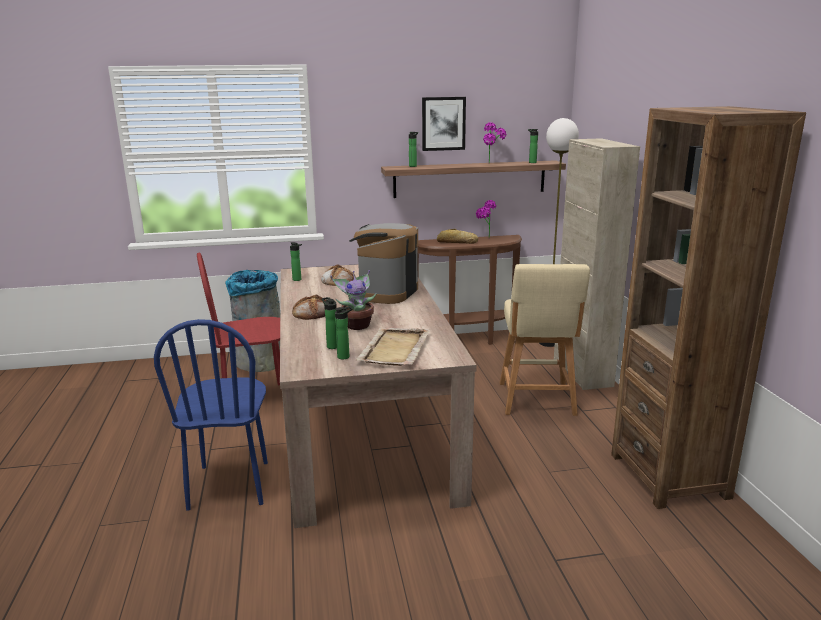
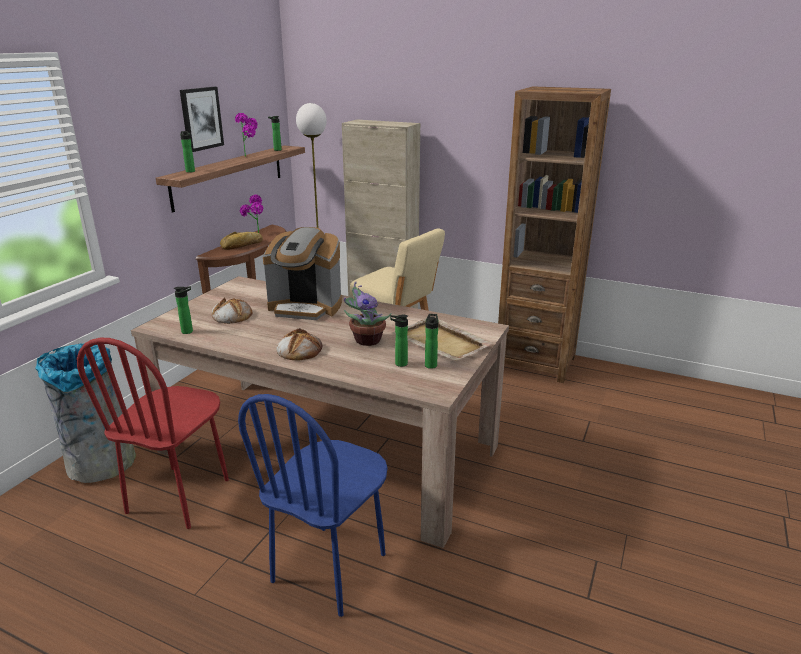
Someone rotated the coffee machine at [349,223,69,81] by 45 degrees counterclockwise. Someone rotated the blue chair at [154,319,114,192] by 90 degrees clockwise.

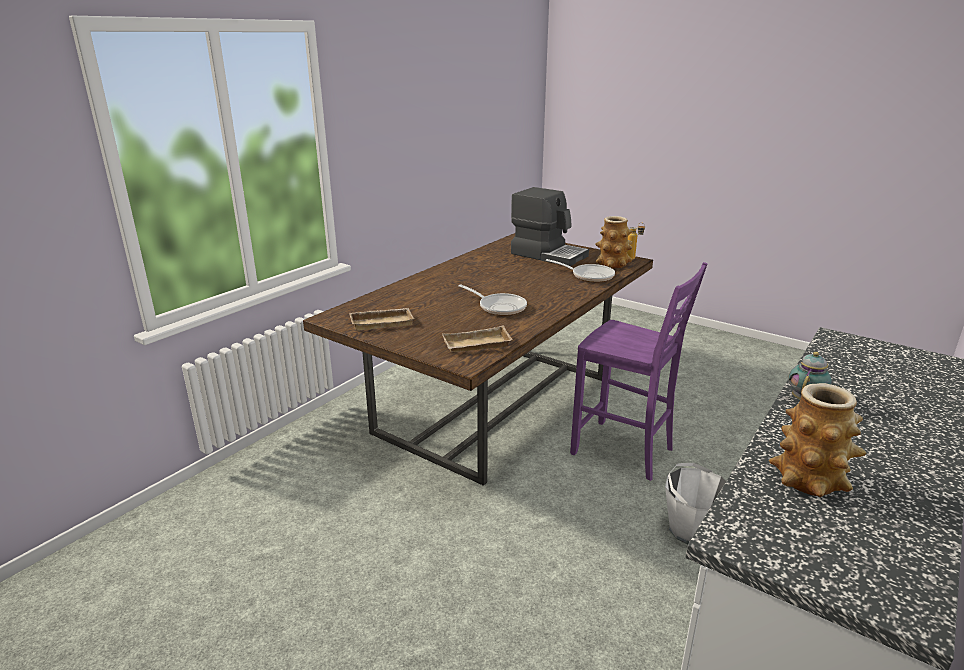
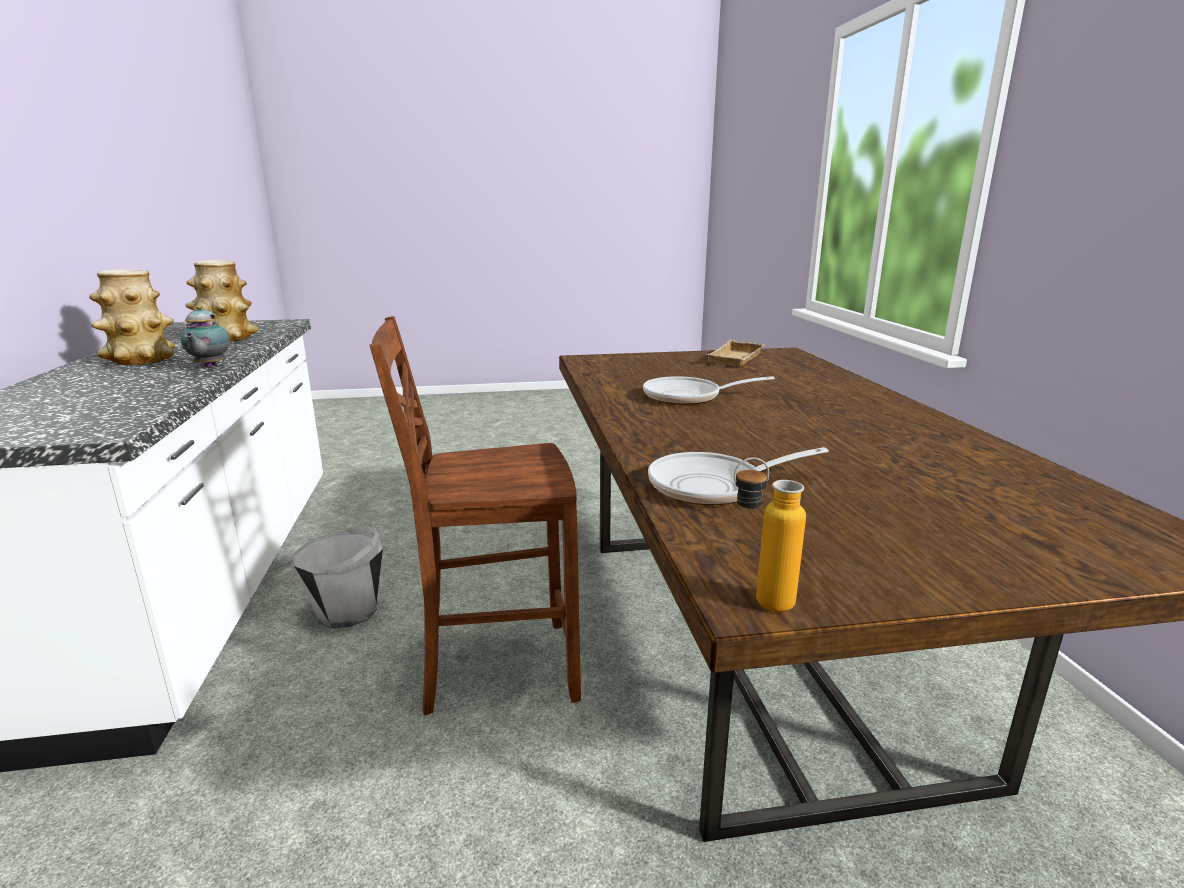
Someone took away the coffee machine at [511,187,78,79]. Someone carried the vase from [595,216,38,53] to [89,269,86,96]. Someone repainted the purple chair at [570,262,138,219], which became the brown chair at [369,316,212,399]. Someone took away the beige tray at [442,326,71,26].

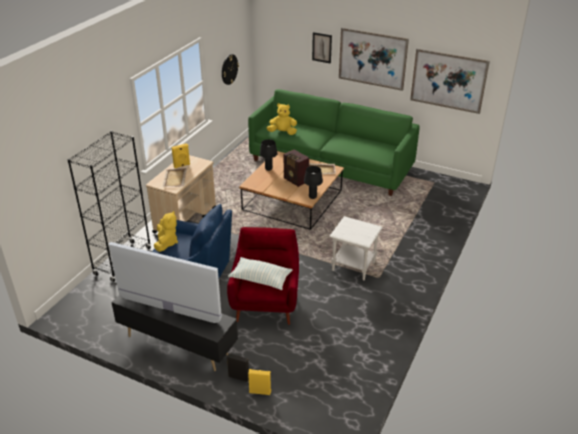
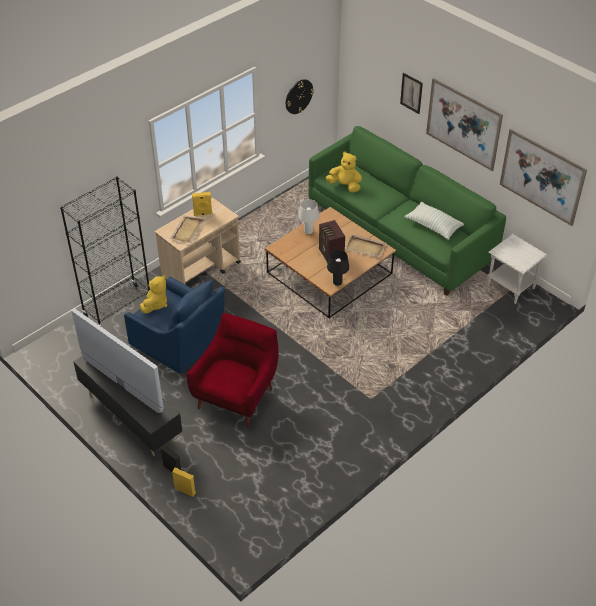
Someone repainted the black table lamp at [260,139,17,32], which became the white table lamp at [298,199,21,35]. Someone carried the white side table from [329,216,54,64] to [487,234,60,70]. Someone carried the pillow from [228,257,65,33] to [404,202,60,38].

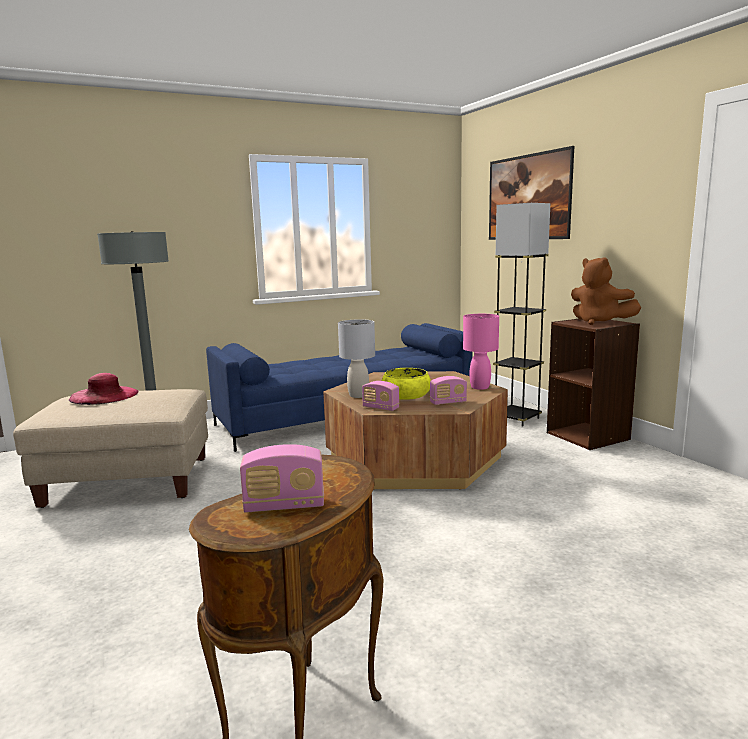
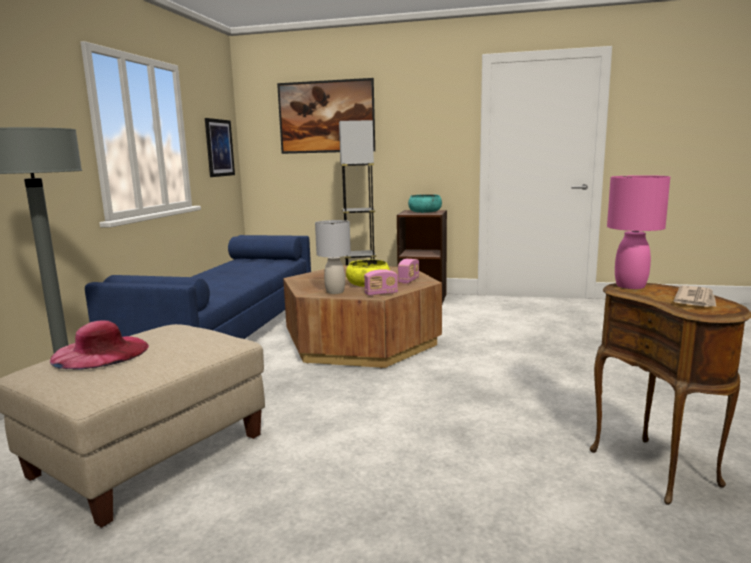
Someone swapped the brown plush toy at [571,257,70,68] for the turquoise bowl at [408,194,34,19]. Someone carried the pink table lamp from [463,314,36,76] to [607,175,63,114]. Someone swapped the radio at [240,444,84,69] for the newspaper at [674,285,42,22]. Someone put up the picture at [205,118,30,59].

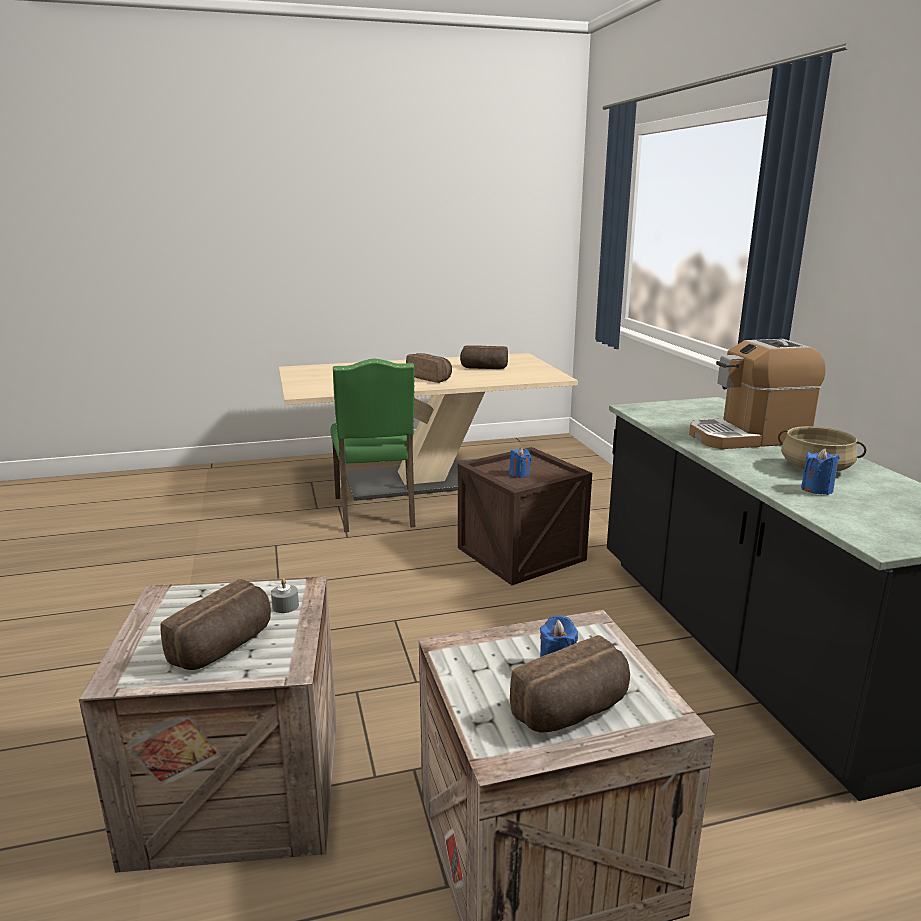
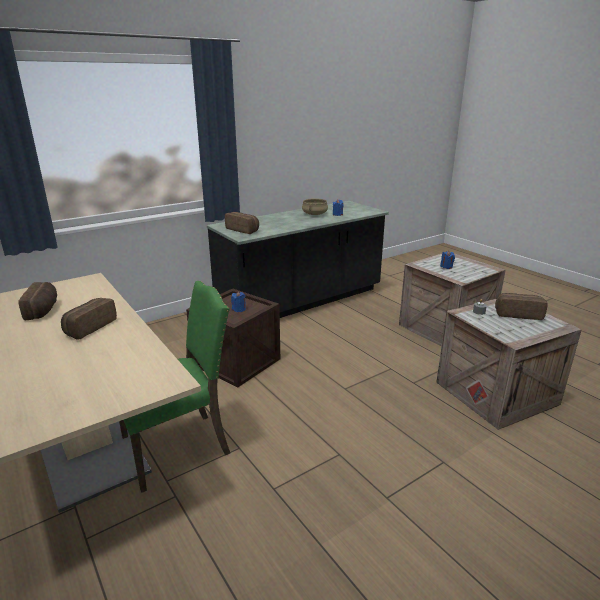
Someone took away the coffee machine at [689,339,136,110]. Someone carried the bread from [510,635,120,97] to [225,212,34,22].

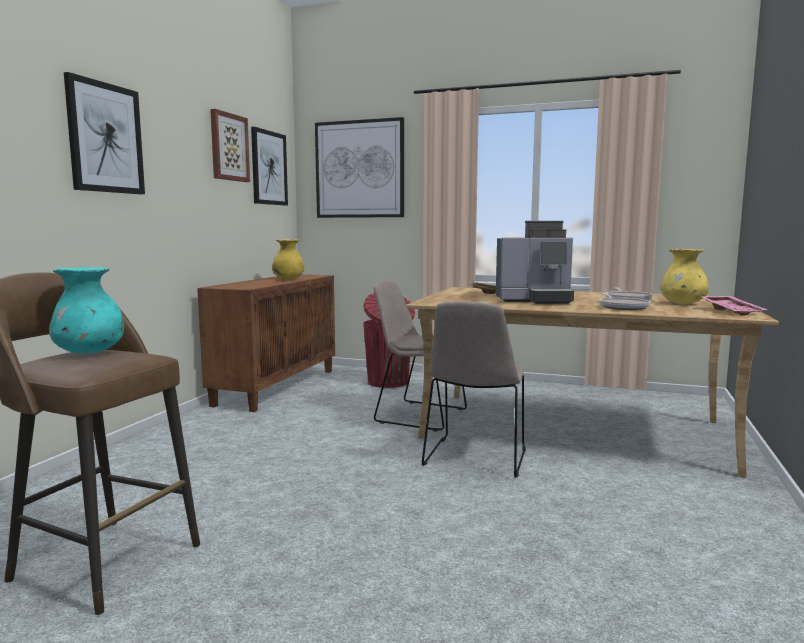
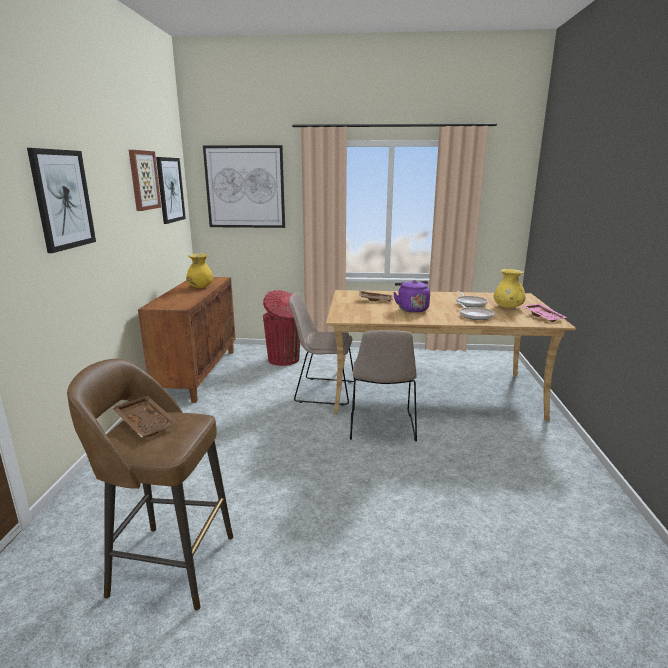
Someone swapped the coffee machine at [496,221,78,83] for the purple kettle at [393,280,37,33]. Someone swapped the turquoise vase at [49,267,75,86] for the brown tray at [112,396,65,42].

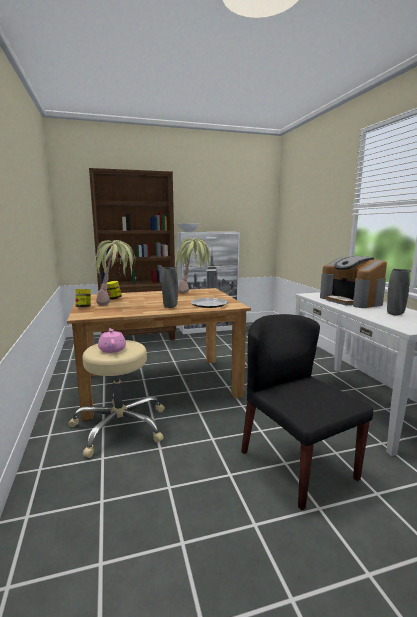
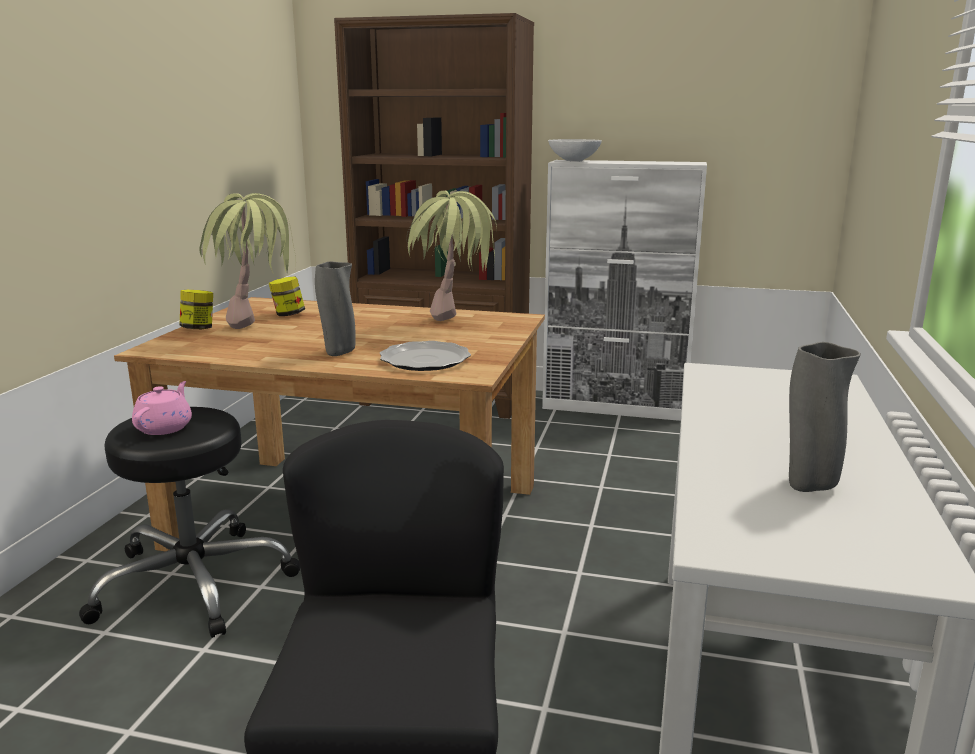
Someone took away the coffee machine at [320,256,67,52]. Someone repainted the beige stool at [69,340,96,118], which became the black stool at [79,407,221,231].

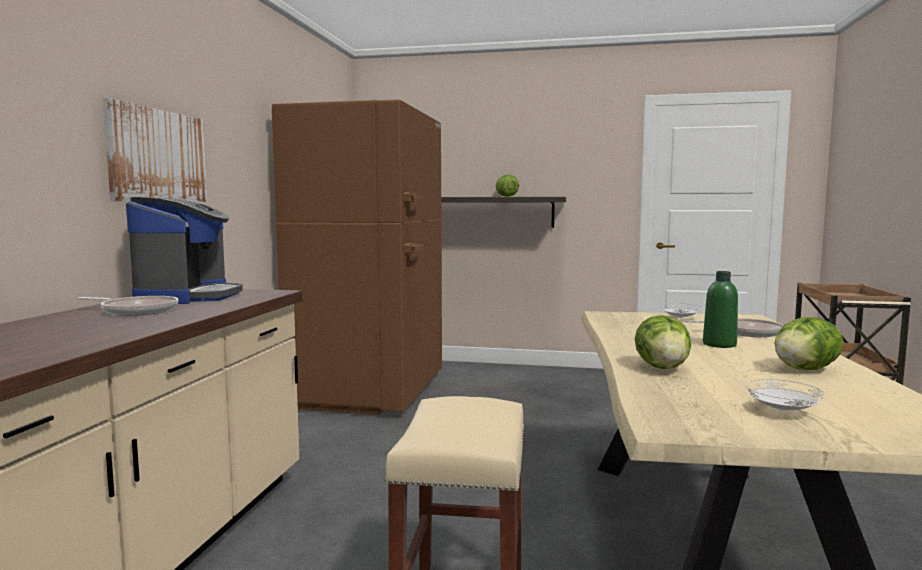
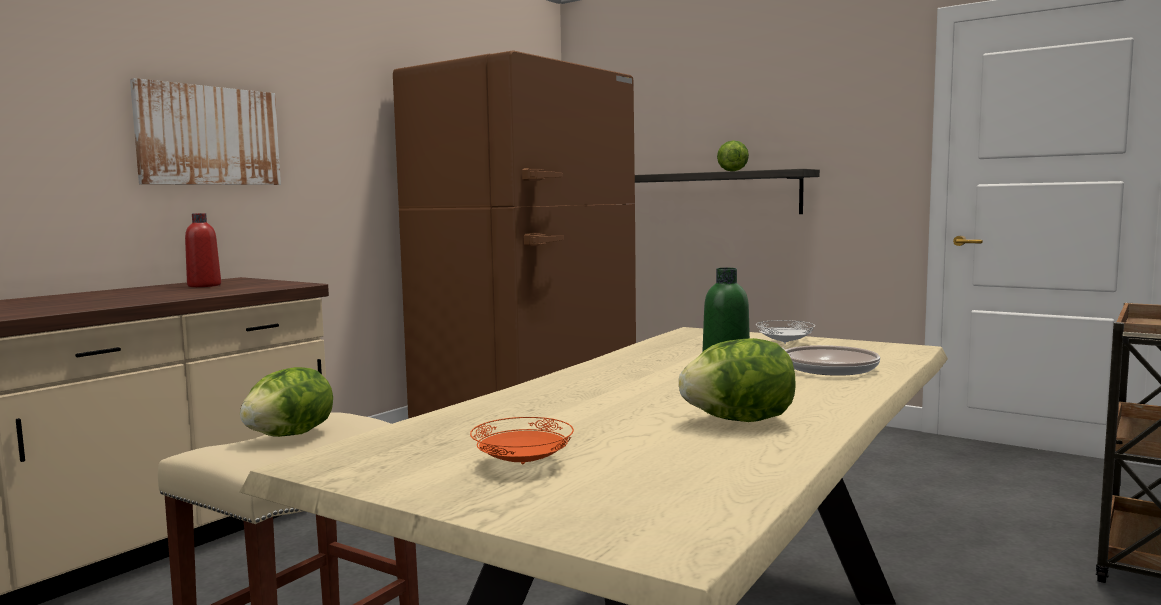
Someone swapped the coffee machine at [126,197,117,107] for the red bottle at [185,213,36,74]. Someone took away the frying pan at [78,296,101,20]. Someone carried the lettuce from [635,315,56,54] to [240,367,93,70]. Someone repainted the white plate at [746,379,79,33], which became the orange plate at [470,417,104,47].

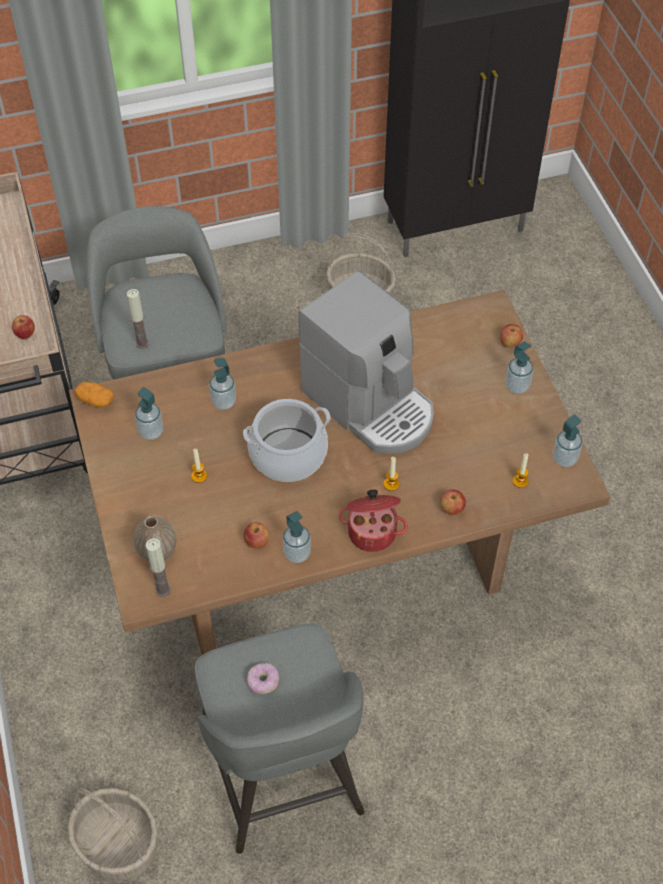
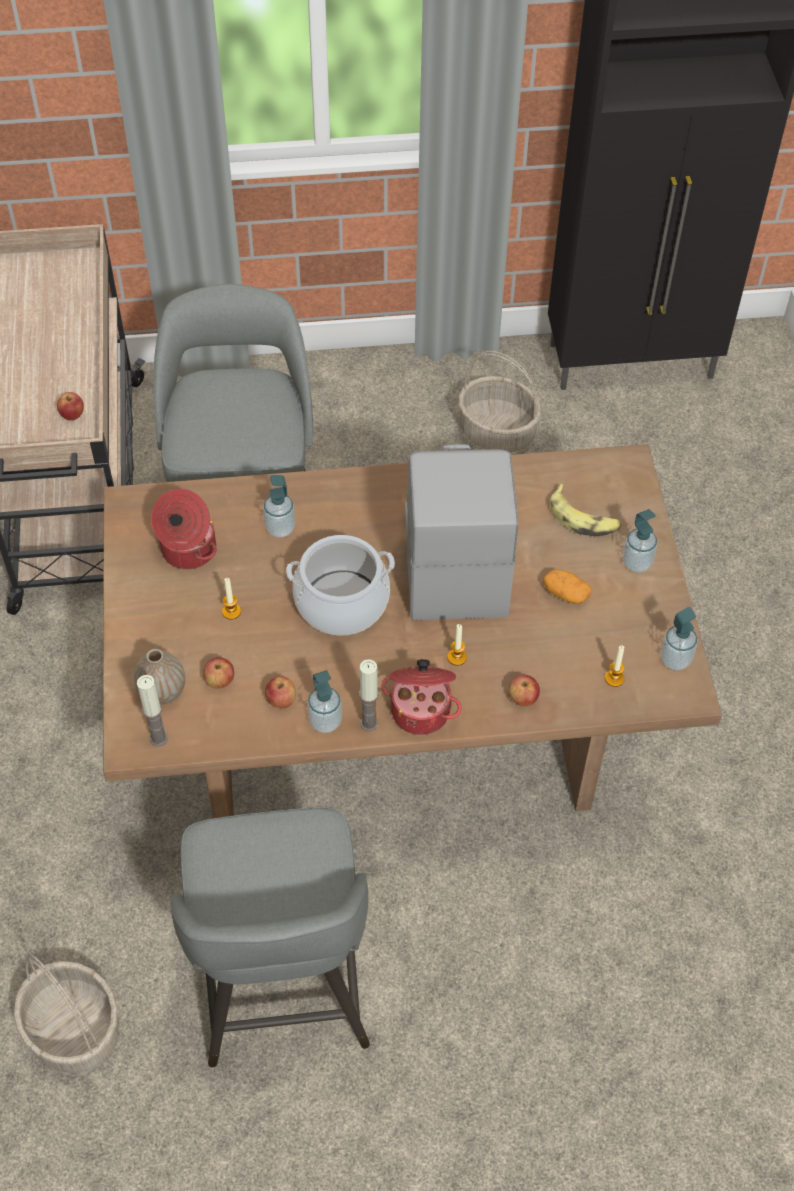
Someone rotated the coffee machine at [298,270,136,184] by 150 degrees counterclockwise. Someone carried the candle from [127,289,22,60] to [359,659,20,72]. Someone carried the apple from [500,324,23,24] to [203,657,31,31]. Someone carried the potato from [74,382,40,25] to [543,569,49,35]. Someone swapped the soap dispenser at [135,387,28,53] for the cooking pot at [151,489,66,80]. Someone took away the donut at [247,663,33,31]. Someone put down the banana at [550,484,72,52].

